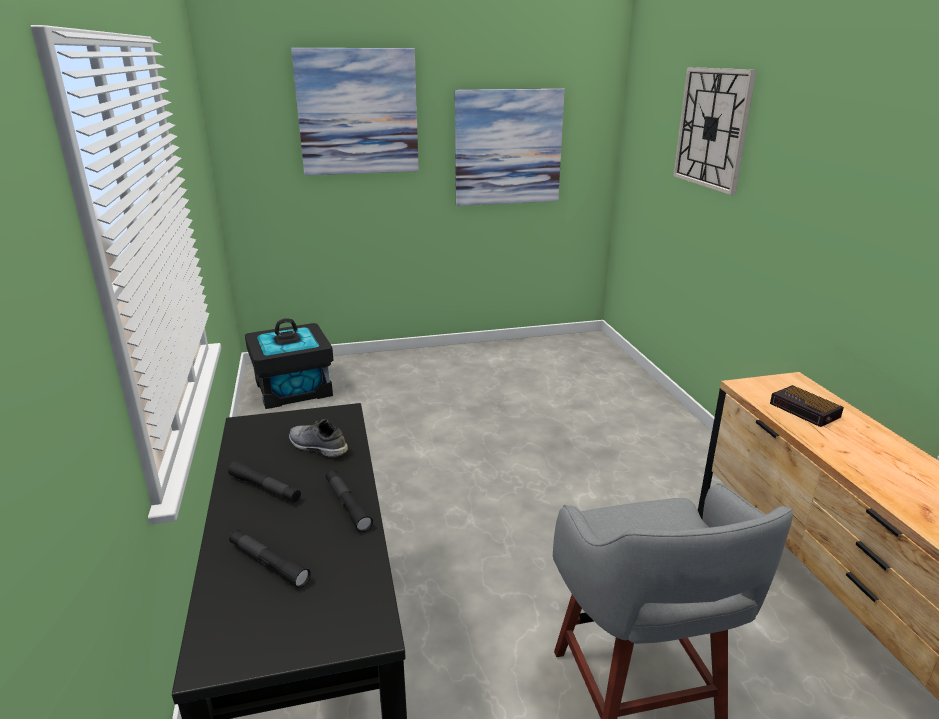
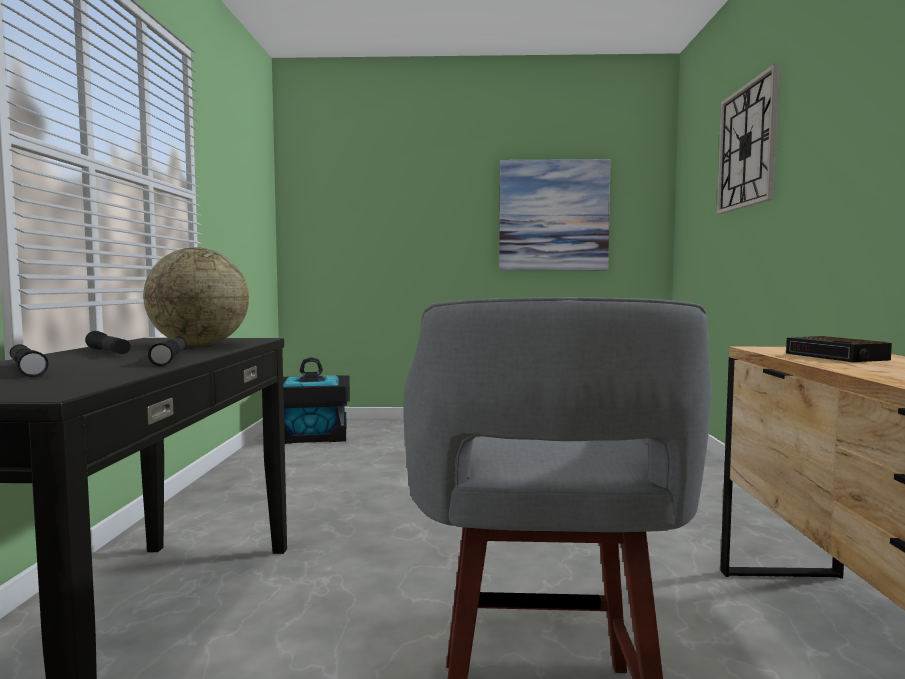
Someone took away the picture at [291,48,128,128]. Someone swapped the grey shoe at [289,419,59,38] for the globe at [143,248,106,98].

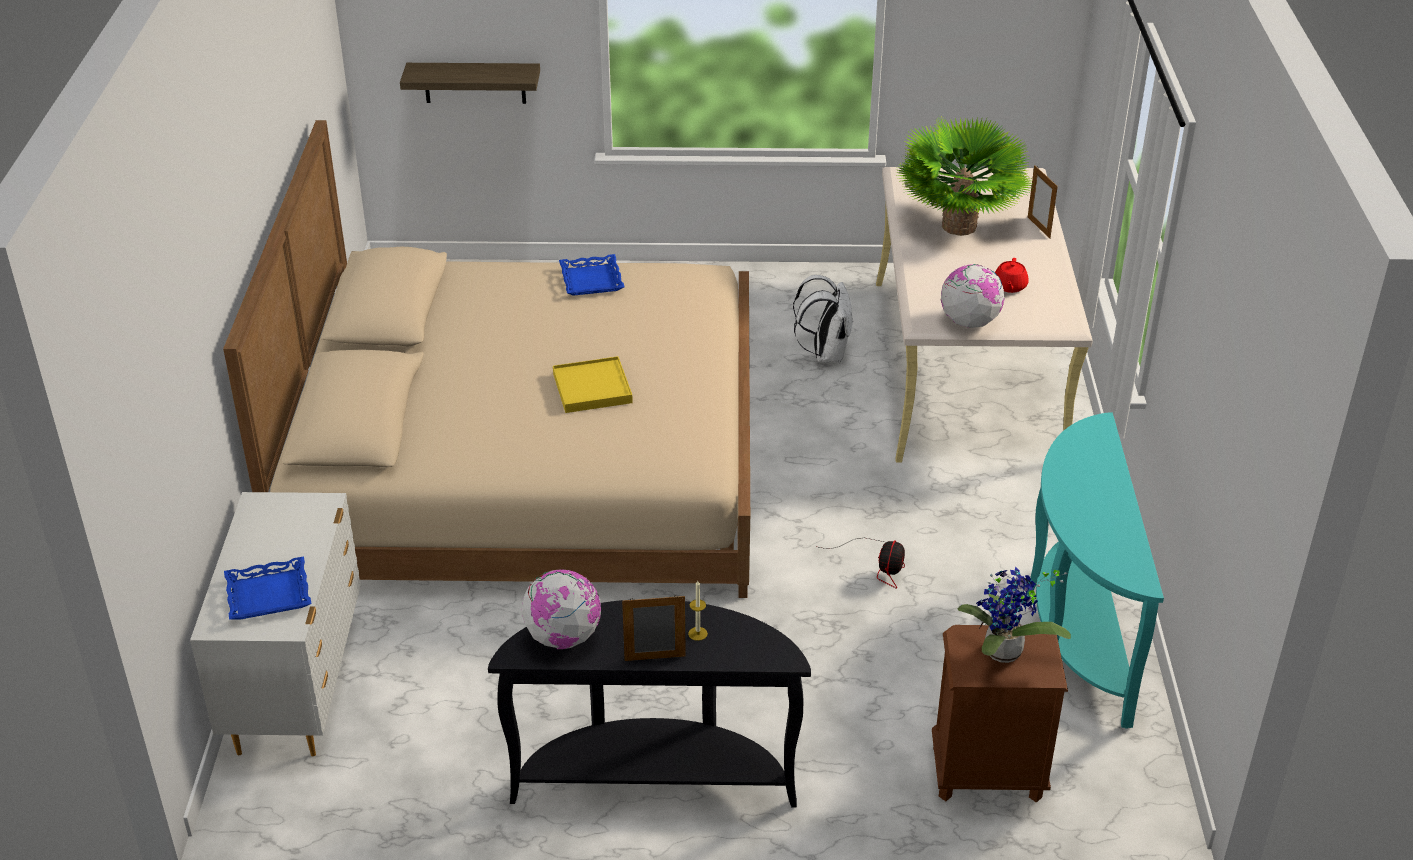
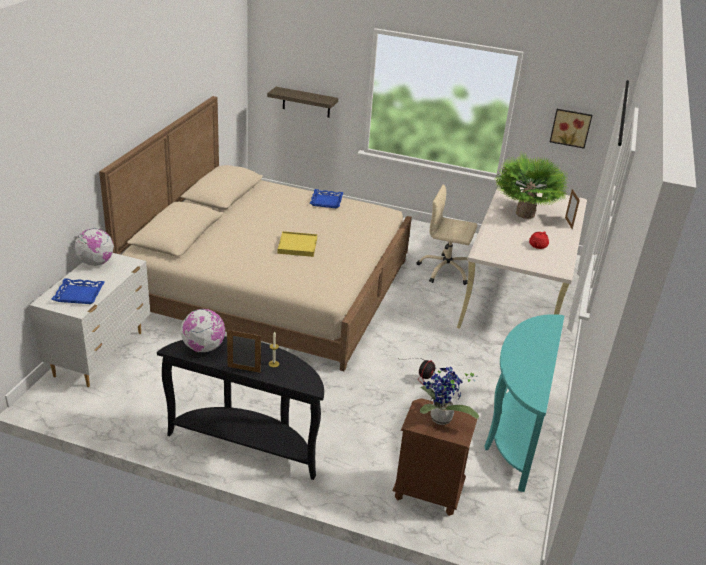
Someone carried the globe from [941,264,63,64] to [75,228,39,38]. Someone swapped the white backpack at [793,275,60,88] for the beige office chair at [417,185,60,100]. Someone put up the picture at [550,109,42,39].

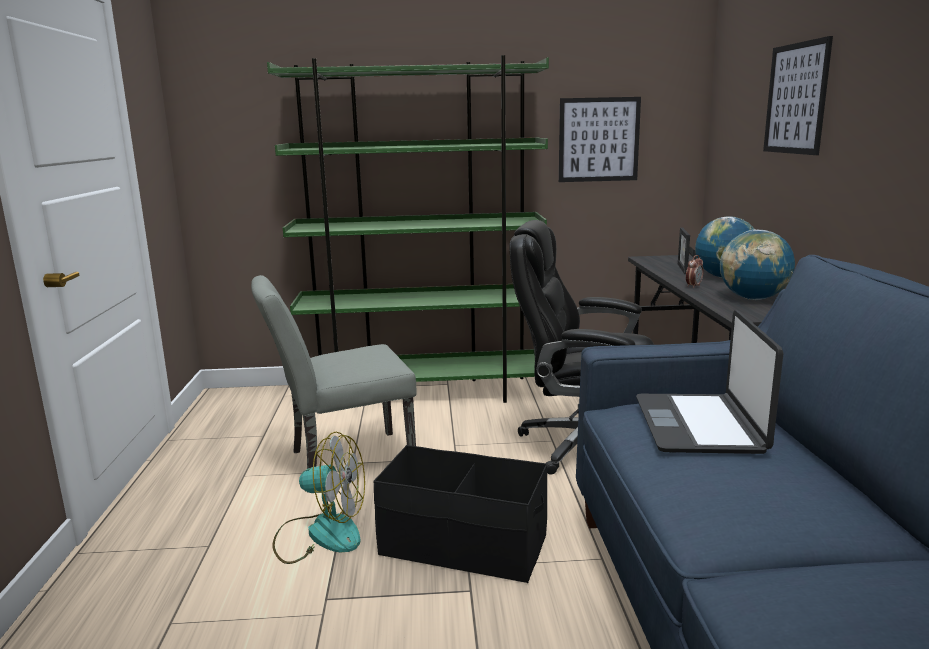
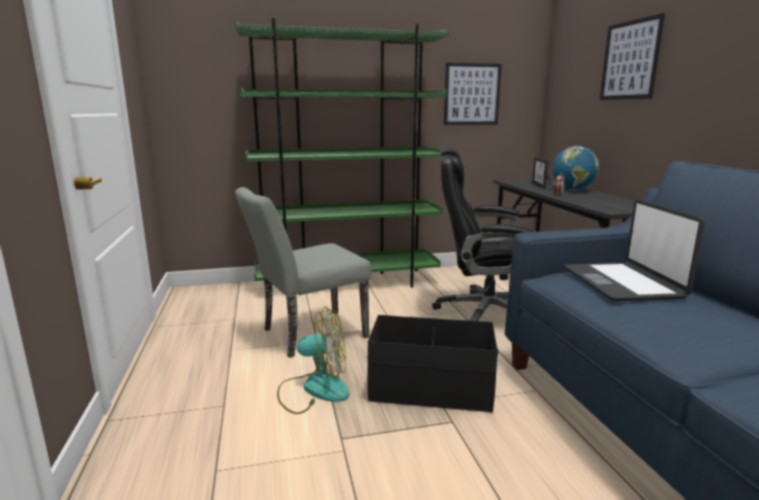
Someone took away the globe at [720,230,75,70].

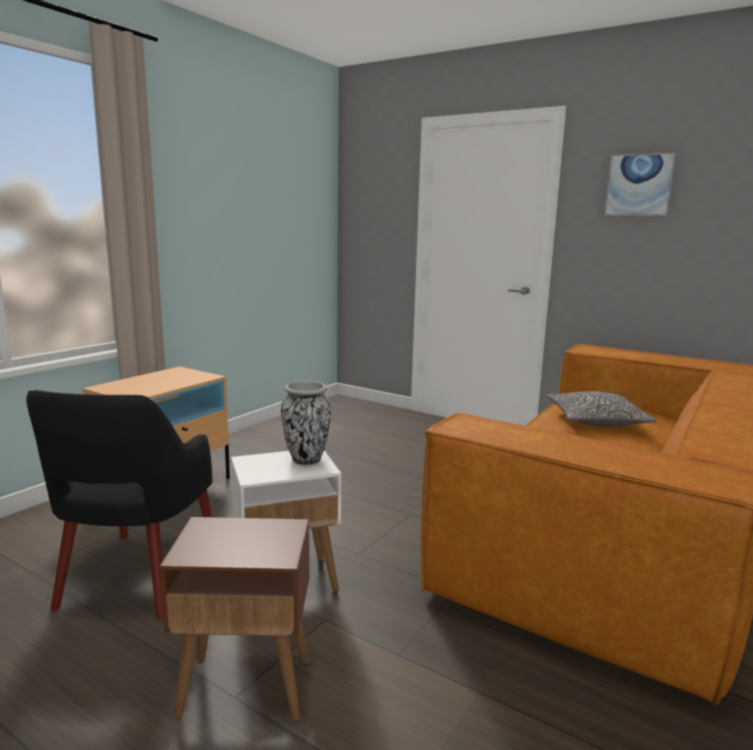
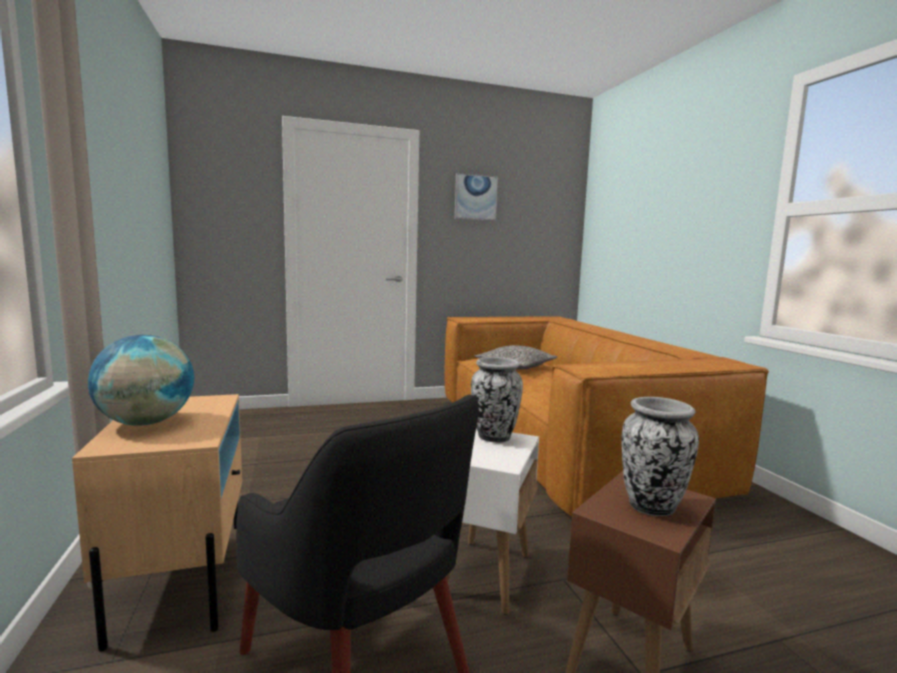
Someone put down the globe at [88,335,106,91]. Someone put down the vase at [622,397,77,119].

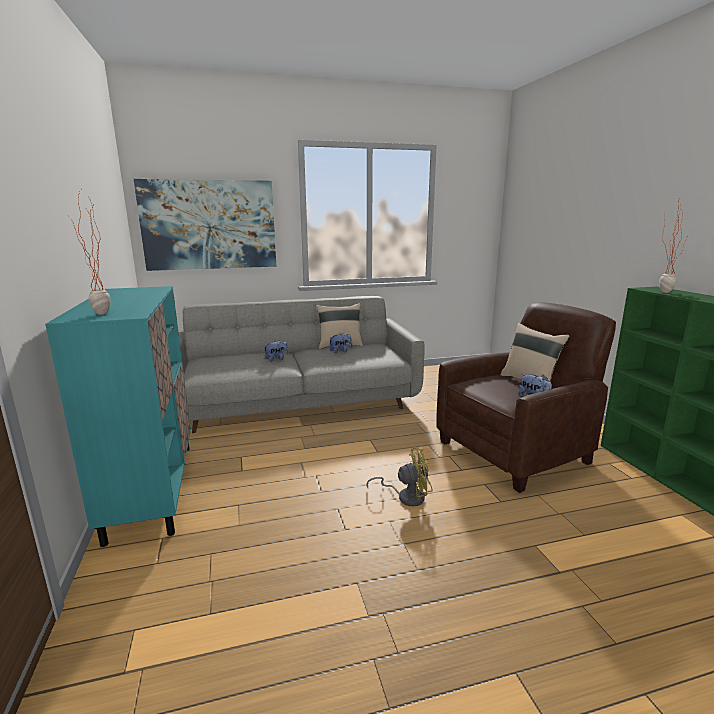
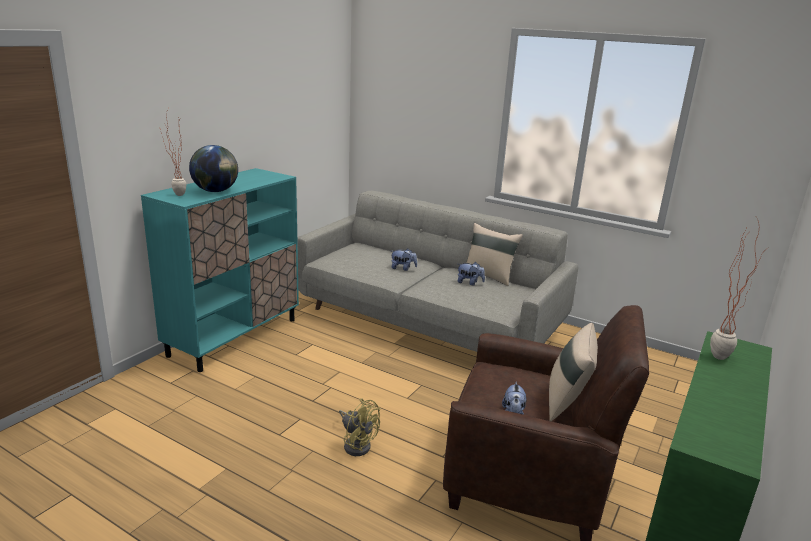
Someone took away the picture at [134,179,142,92]. Someone put down the globe at [189,145,49,47].

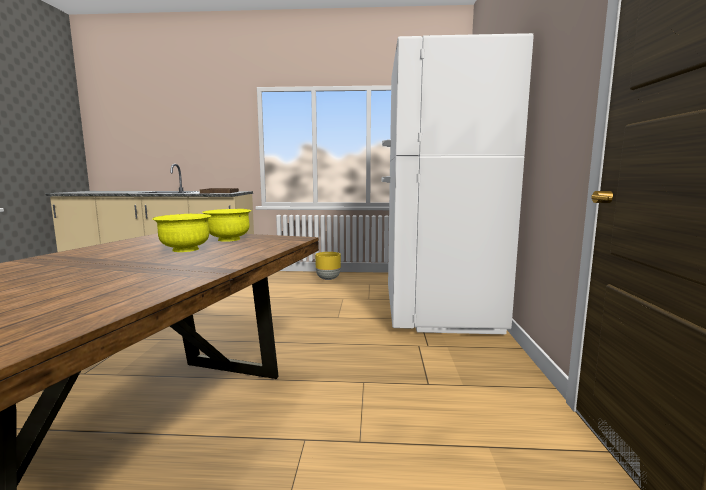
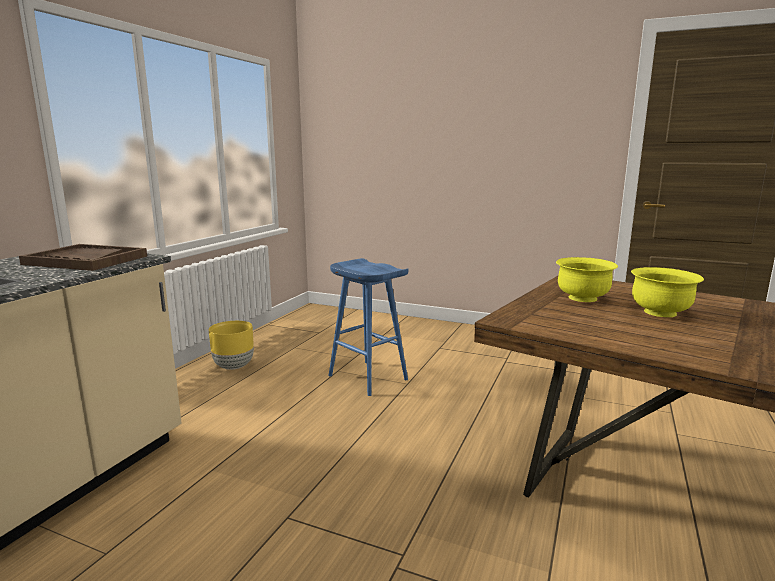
Someone took away the white fridge at [382,33,152,301]. Someone put down the blue stool at [329,258,79,138].

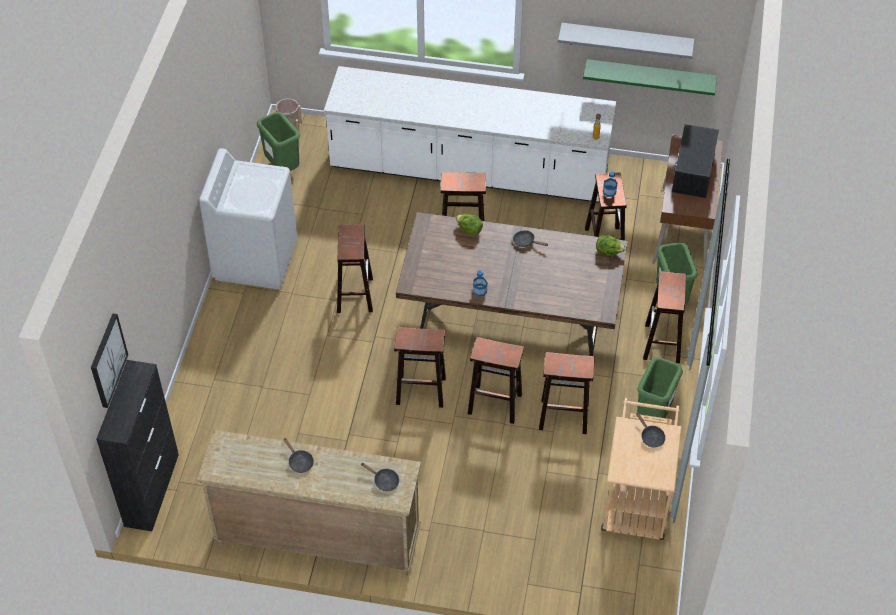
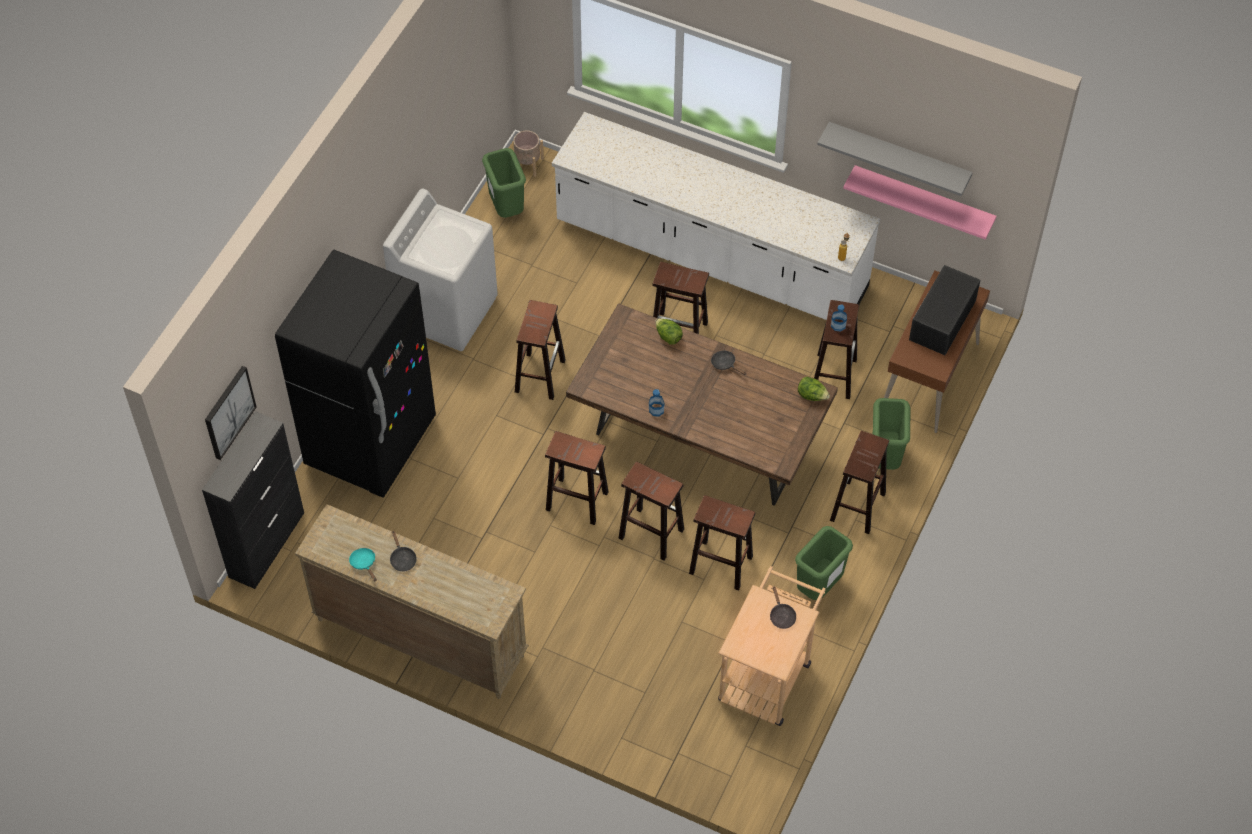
Someone repainted the green shelf at [583,59,134,37], which became the pink shelf at [843,165,153,75]. Someone took away the black frying pan at [361,463,38,28]. Someone put down the black fridge at [275,249,161,249]. Someone put down the turquoise frying pan at [349,548,28,33].

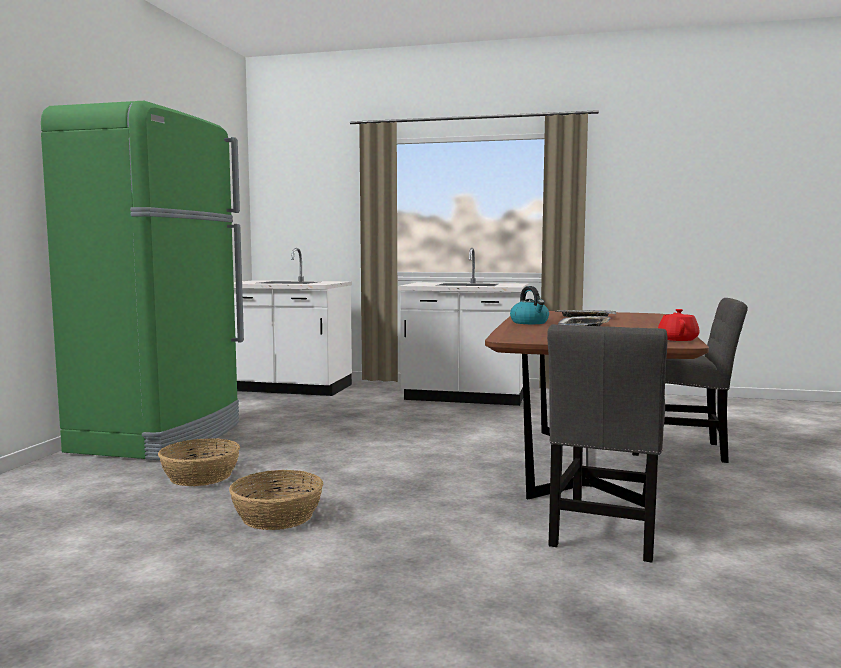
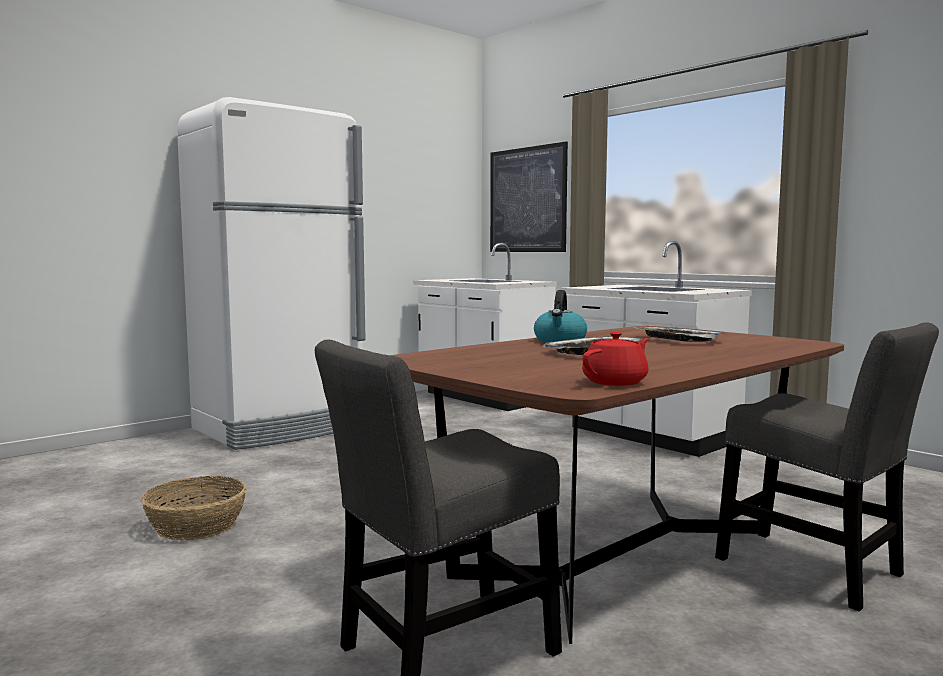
Someone repainted the green fridge at [41,101,203,359], which became the white fridge at [177,97,188,353]. Someone took away the basket at [158,438,82,48]. Someone put up the picture at [490,142,78,110].

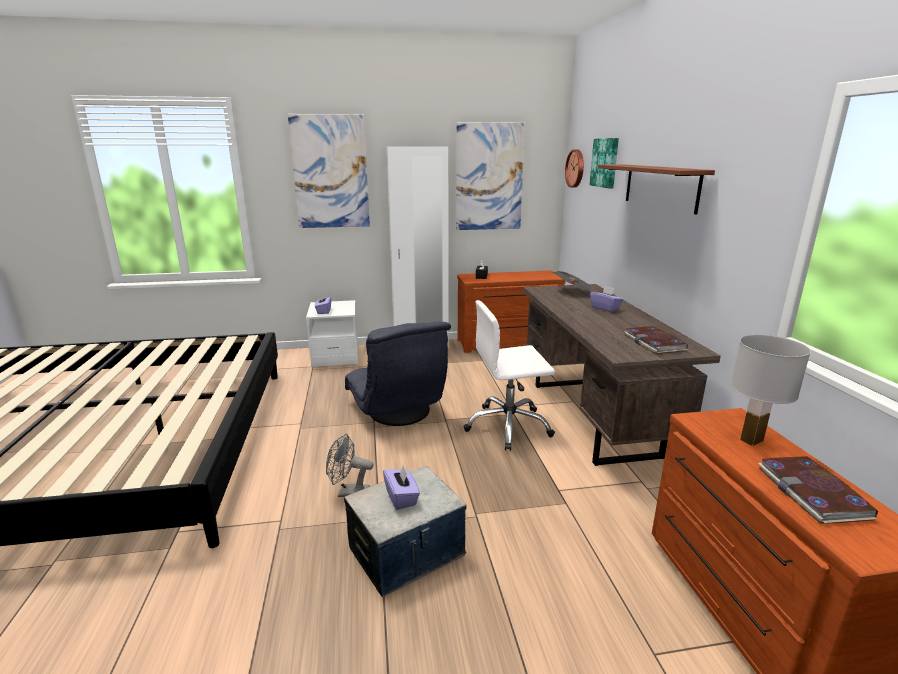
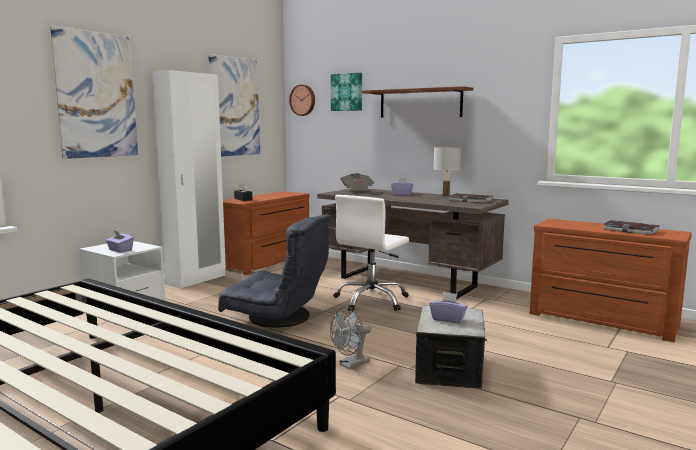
Someone carried the white table lamp from [731,335,80,111] to [434,147,27,49].

